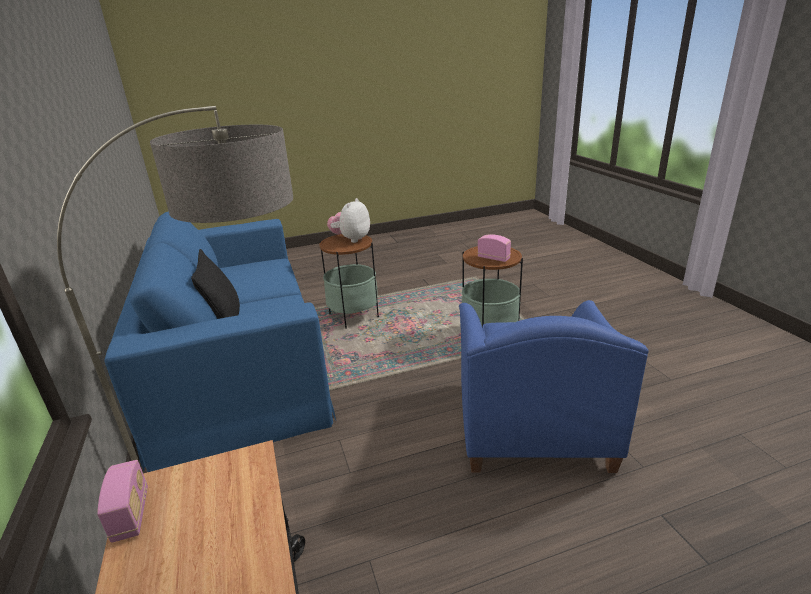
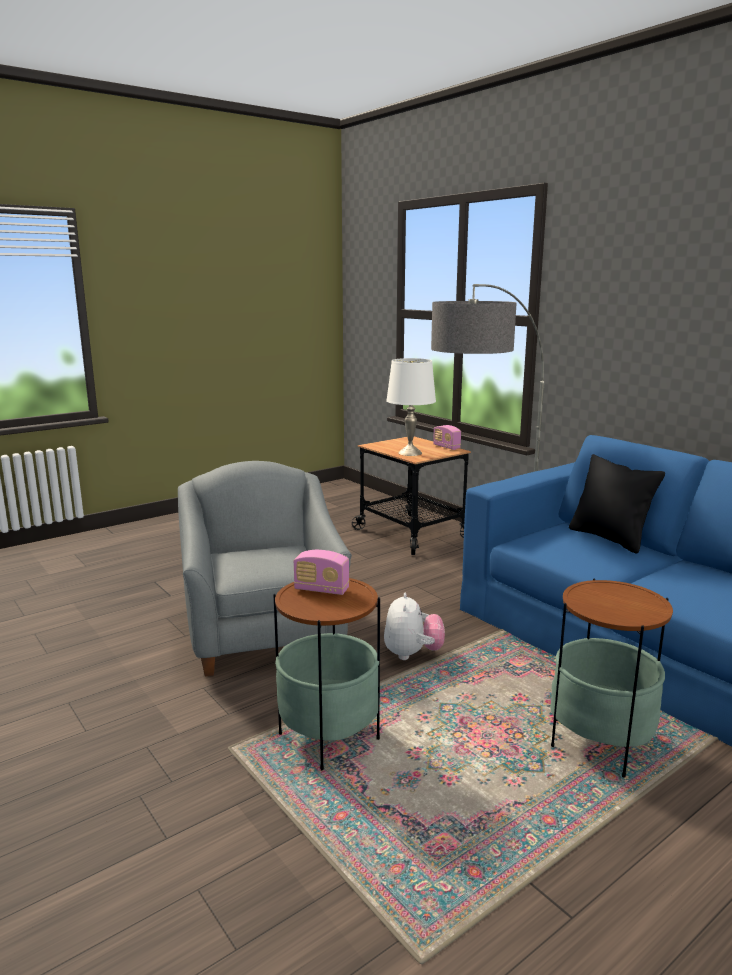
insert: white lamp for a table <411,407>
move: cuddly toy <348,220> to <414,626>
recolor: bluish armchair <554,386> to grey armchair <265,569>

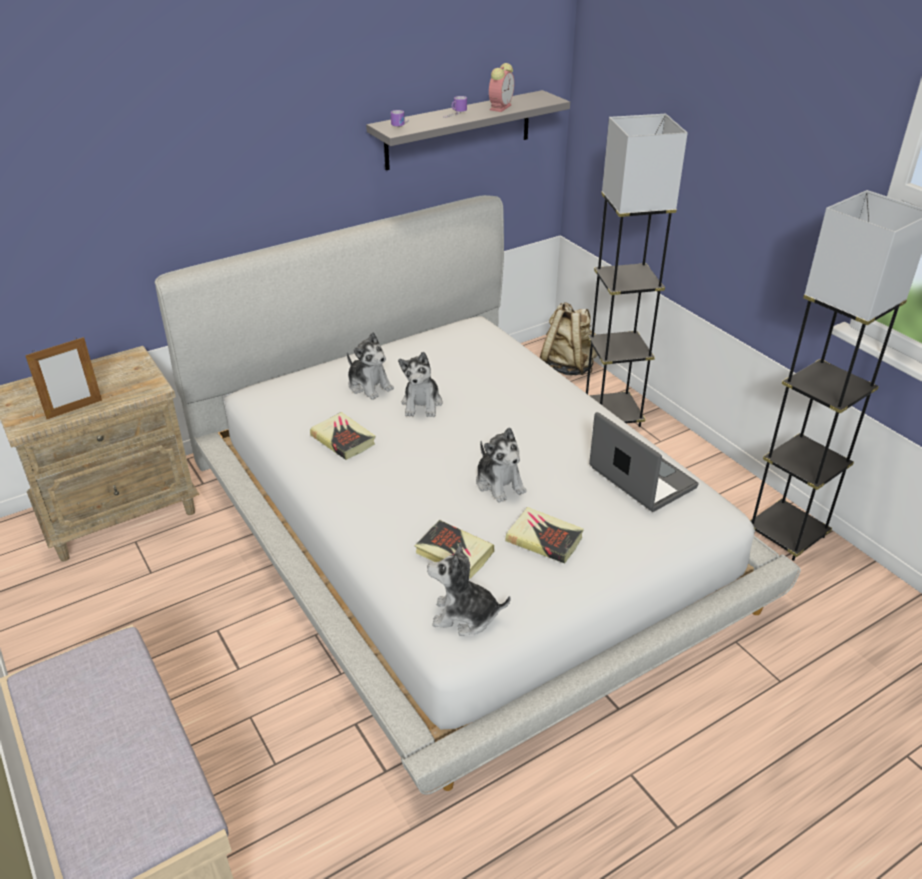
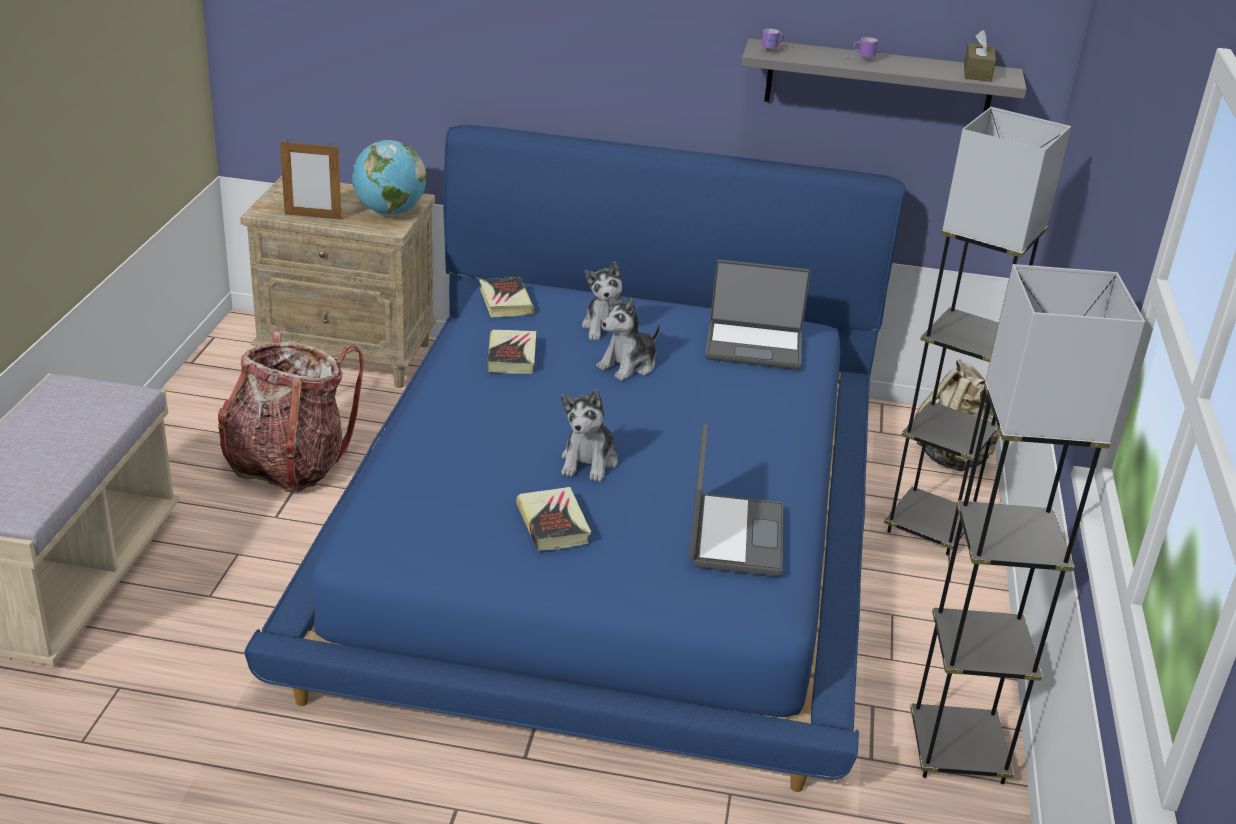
delete: cuddly toy <469,589>; bedside clock <501,87>
insert: knapsack <291,411>; world globe <389,177>; laptop <758,315>; brown tissue box <980,56>
move: bound book <454,549> to <506,297>
recolor: white bed <478,495> to bluish bed <575,458>

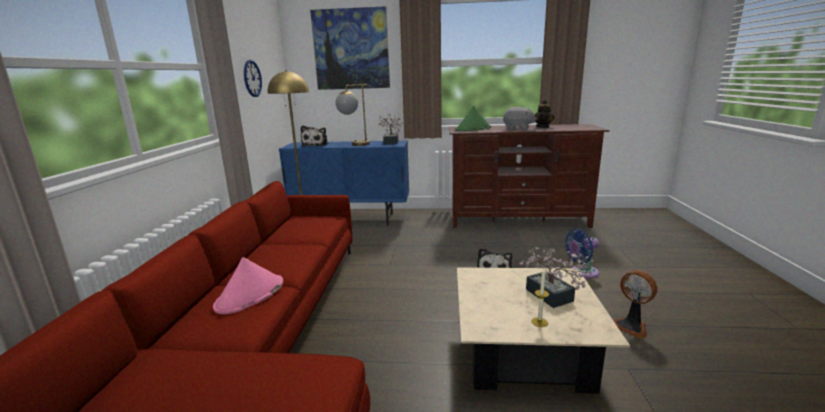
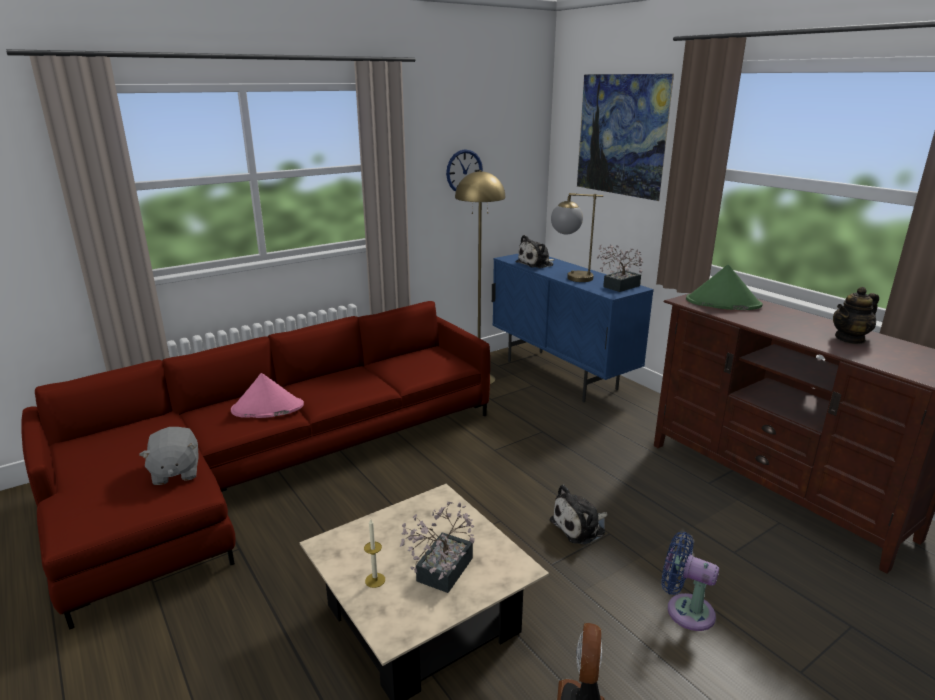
move: grey cuddly toy <520,118> to <169,456>

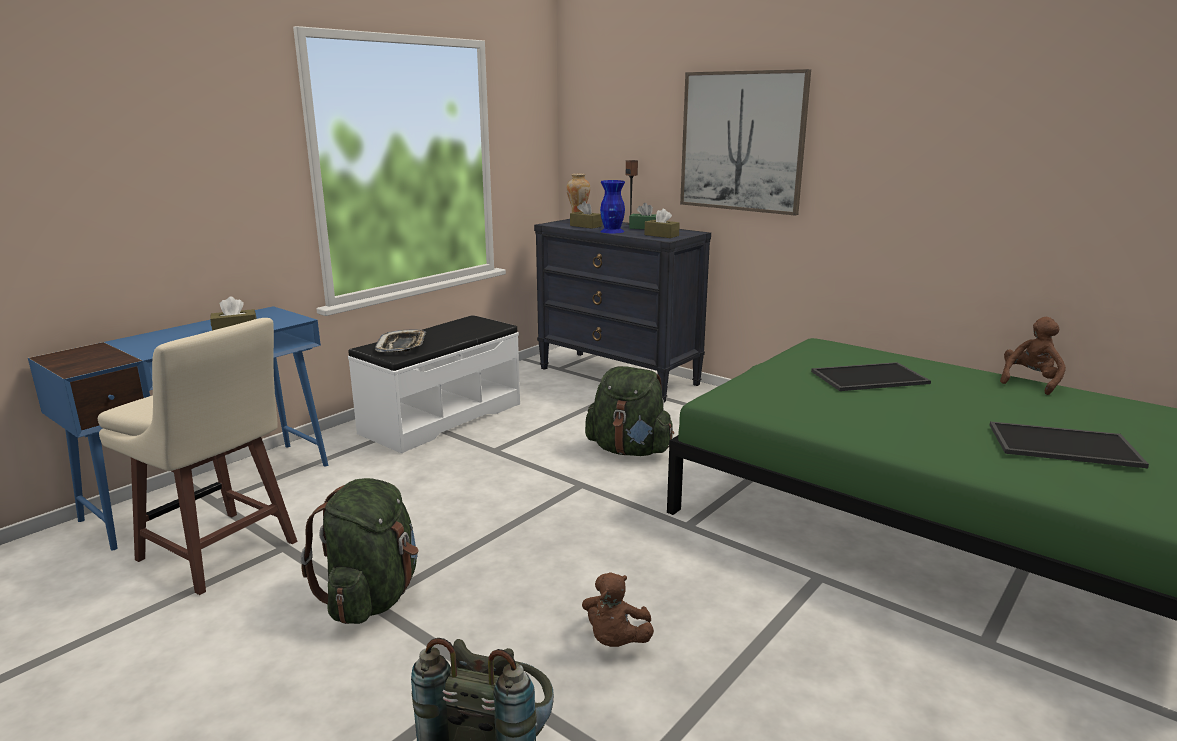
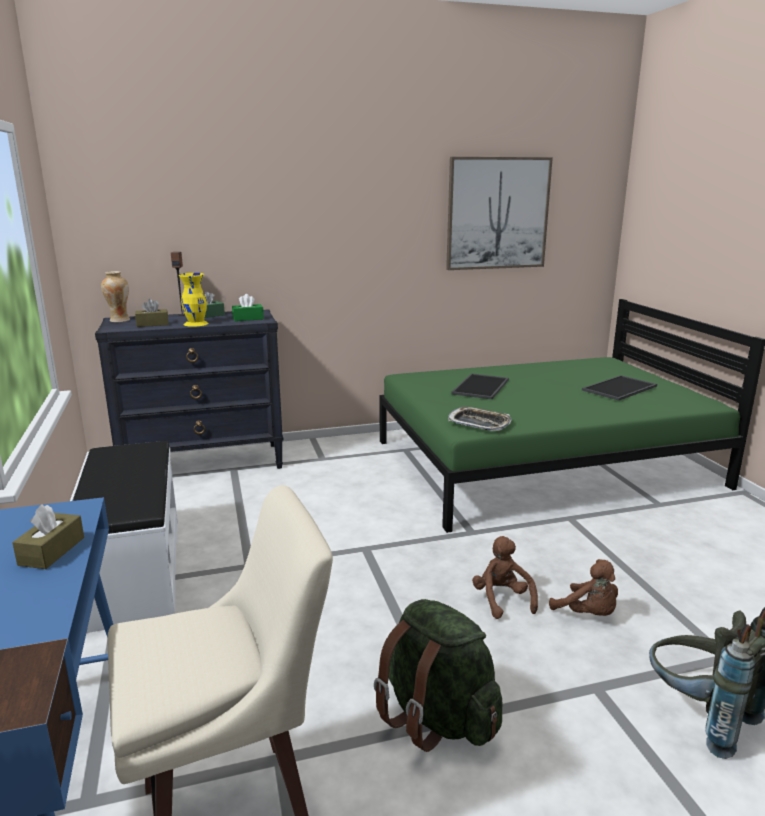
delete: green-coloured knapsack <629,411>
move: picture <745,142> to <499,213>; serving tray <400,341> to <480,419>; brown cuddly toy <1033,356> to <505,577>
recolor: bluish decorative vase <612,206> to yellowish decorative vase <194,300>; brown tissue box <662,223> to green-coloured tissue box <248,307>

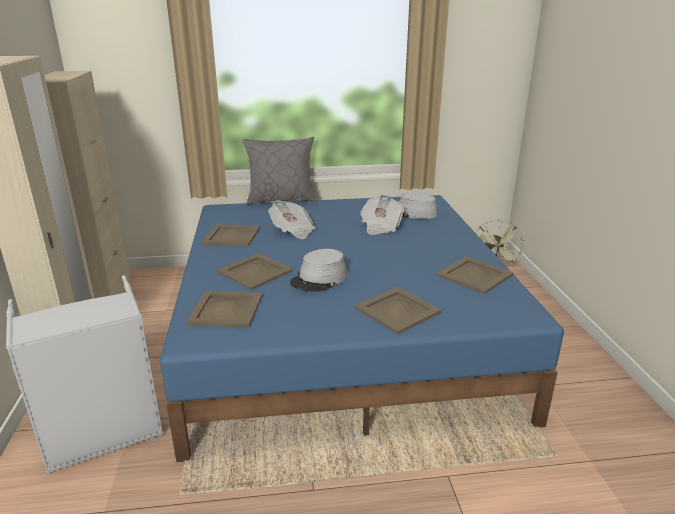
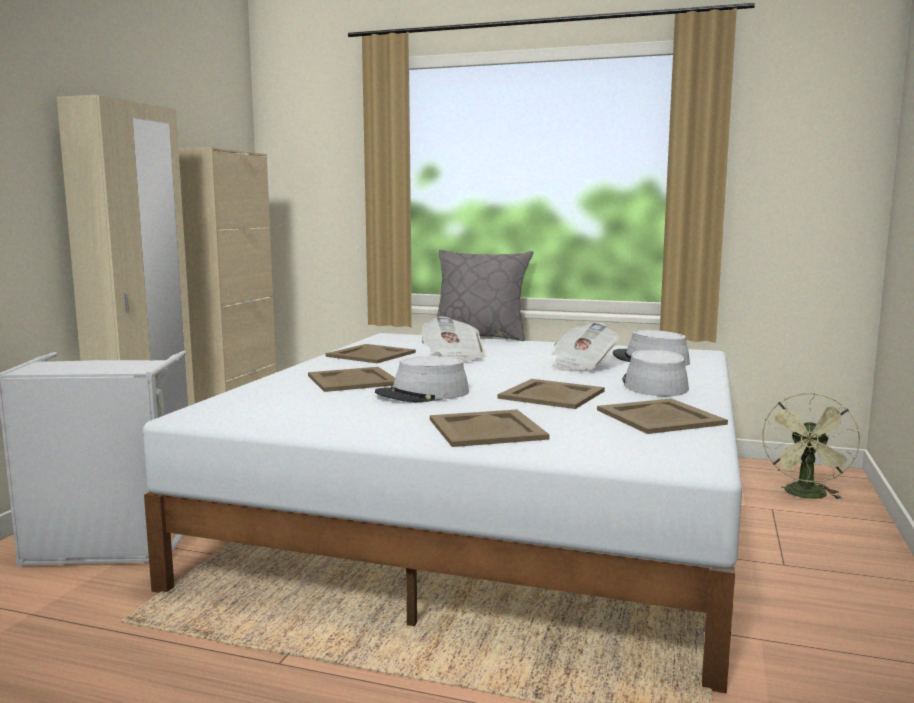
insert: grey clothing hat <655,373>
move: beige-coloured serving tray <224,309> to <551,394>
recolor: bluish bed <362,328> to white bed <442,513>

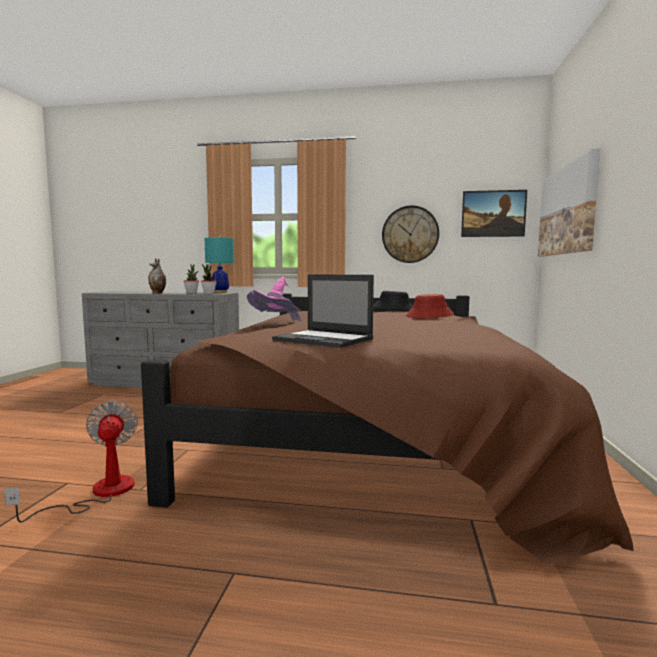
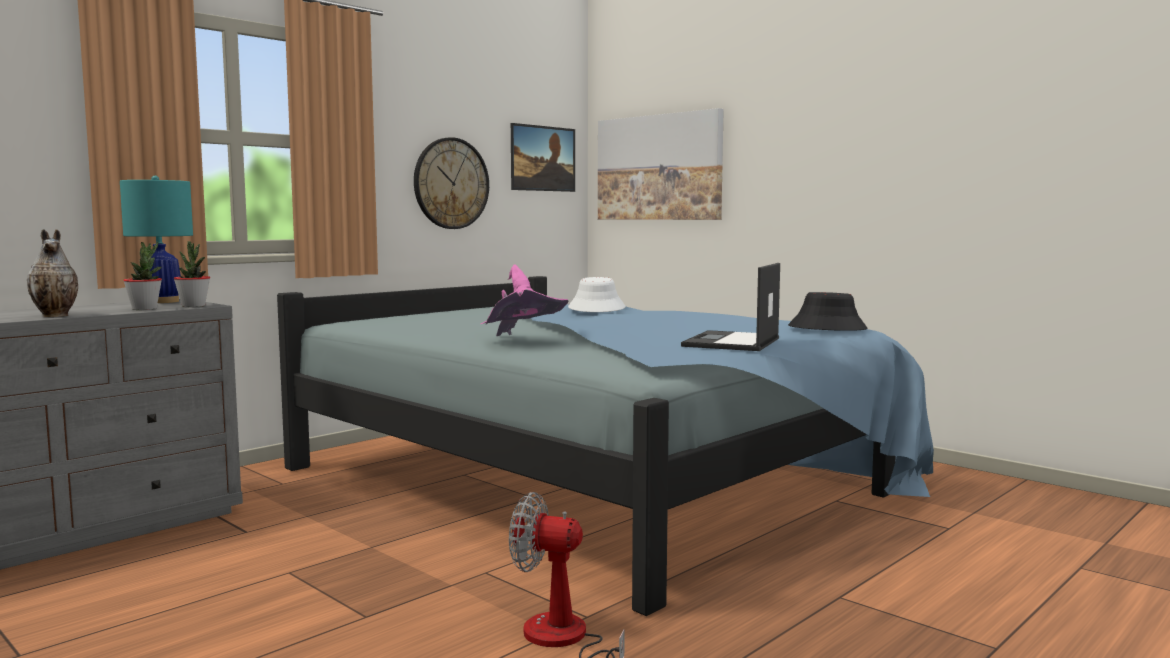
move: black clothing hat <393,301> to <828,311>
recolor: brown bed <387,429> to bluish bed <605,446>; red clothing hat <430,306> to white clothing hat <597,294>
rotate: laptop <323,311> = <730,307> 135 degrees clockwise

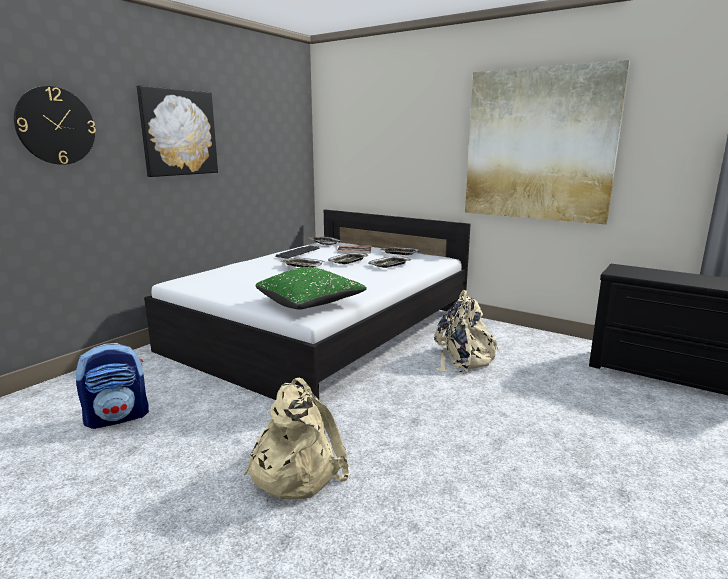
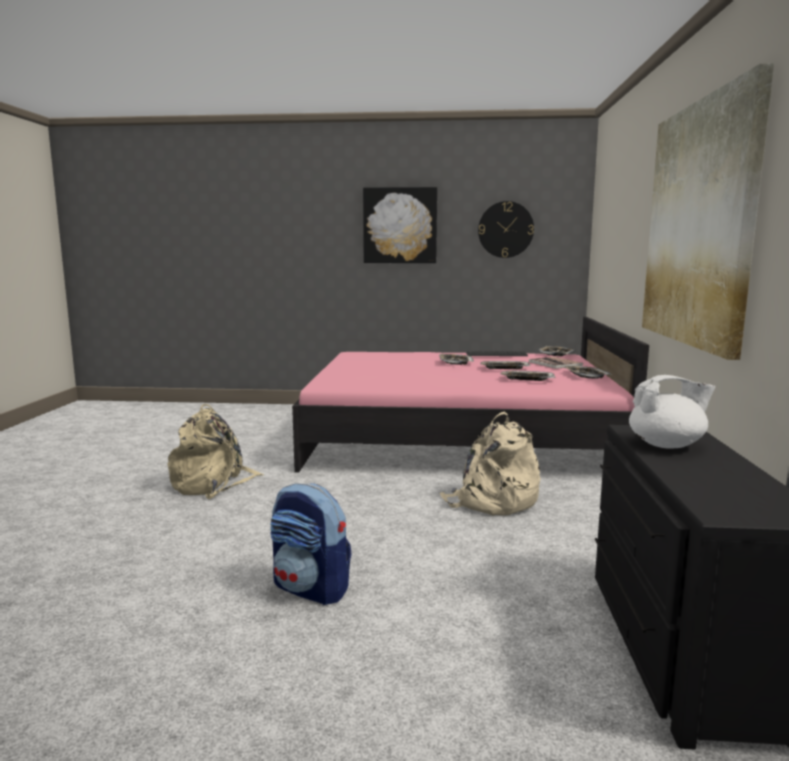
delete: green-coloured cushion <311,288>
insert: white teapot <672,412>
move: knapsack <112,386> to <311,544>; wall clock <55,125> to <506,229>
recolor: white bed <307,307> to pink-coloured bed <470,395>

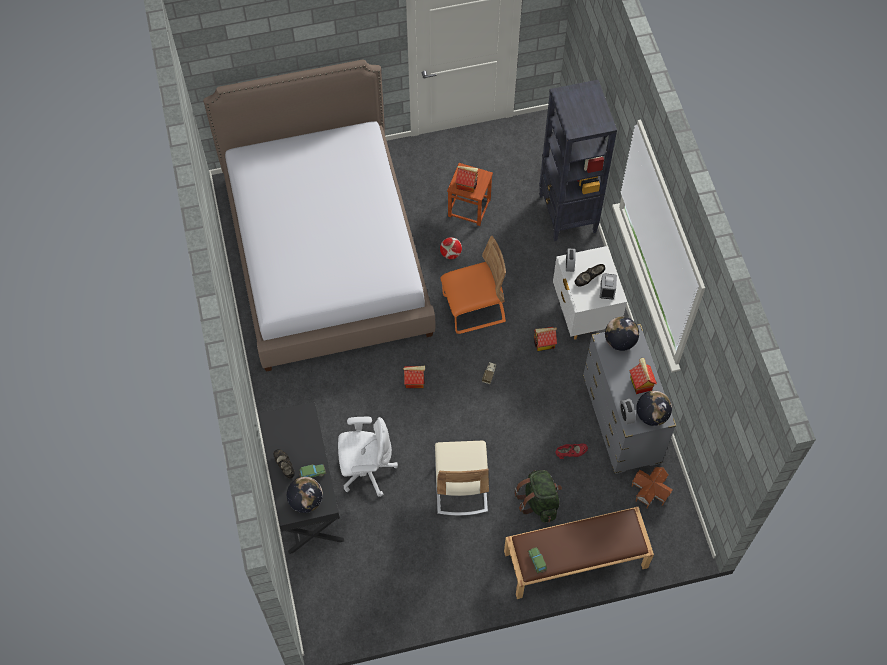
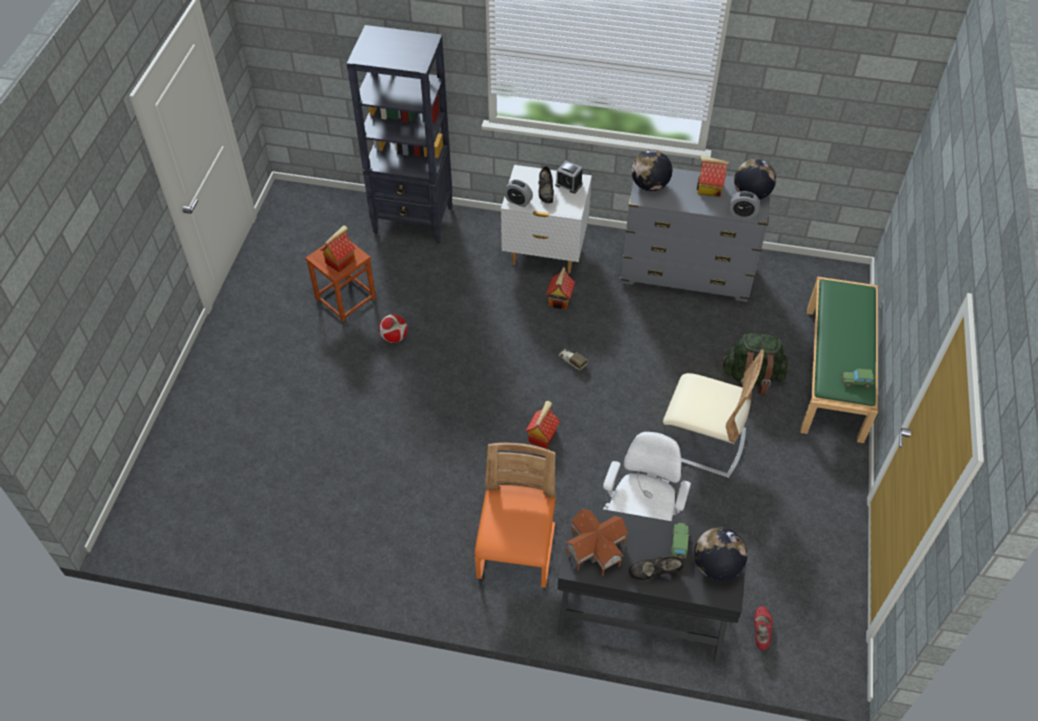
delete: bed <319,215>
move: orange chair <473,285> to <515,515>; miniature house <652,487> to <597,542>; red low shoe <571,451> to <763,628>
recolor: brown long seat <579,553> to green-coloured long seat <839,360>

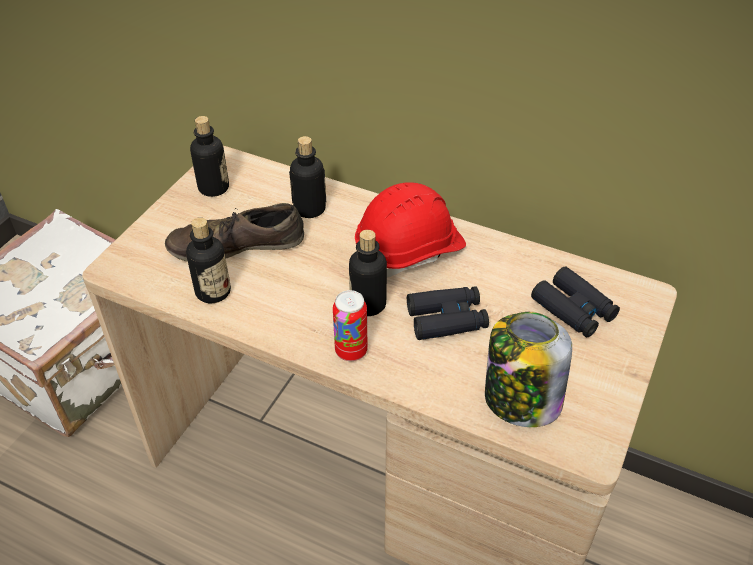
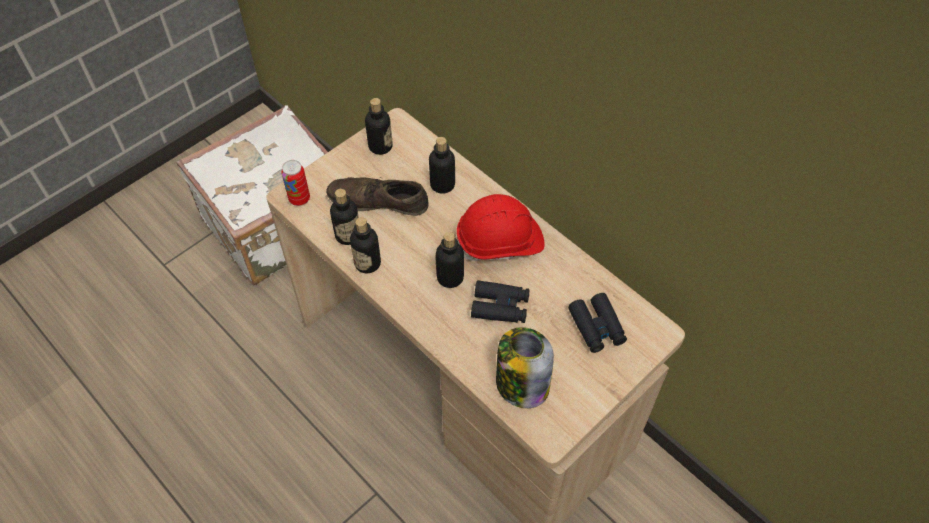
insert: bottle <365,245>
move: sealed can <350,325> to <295,183>

